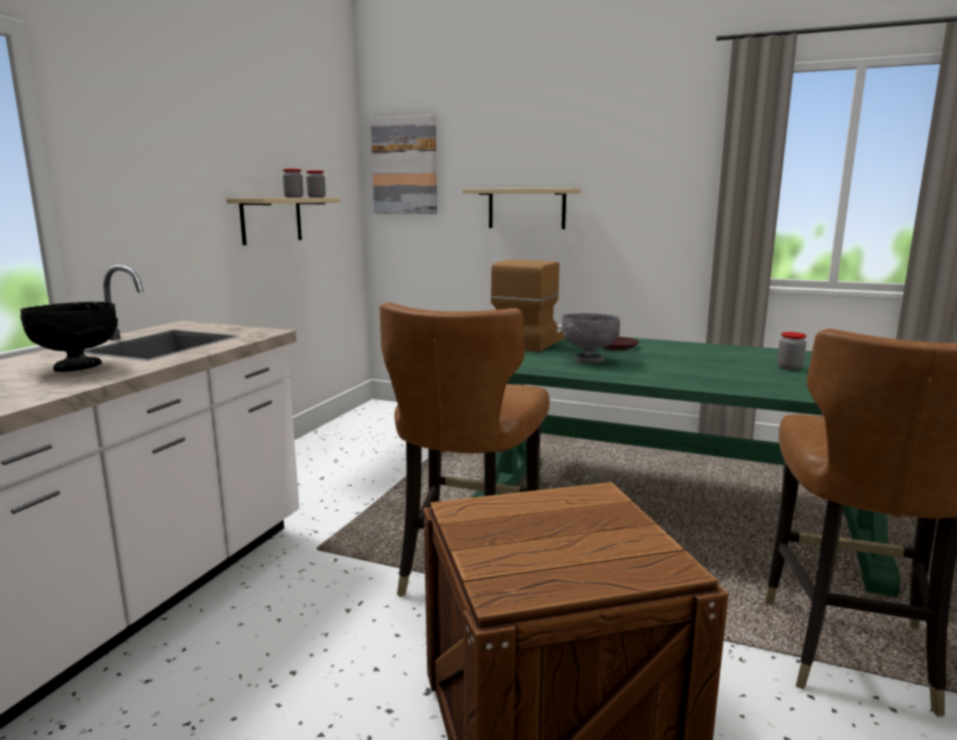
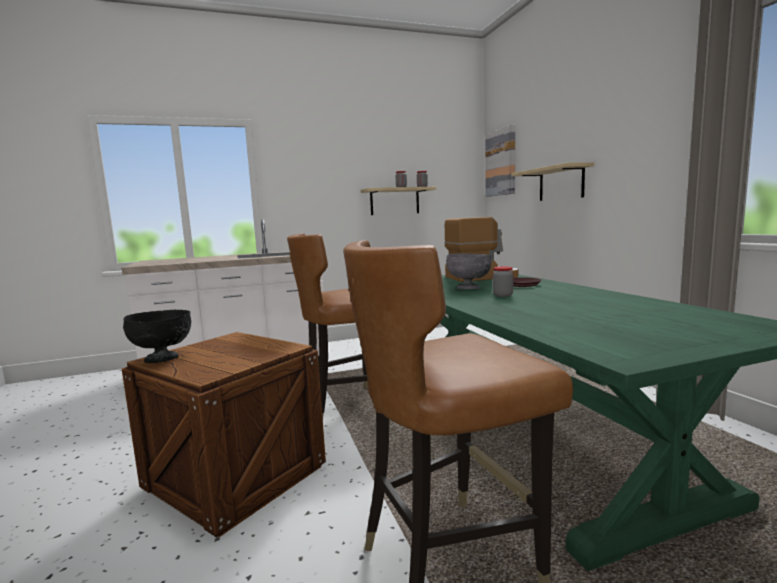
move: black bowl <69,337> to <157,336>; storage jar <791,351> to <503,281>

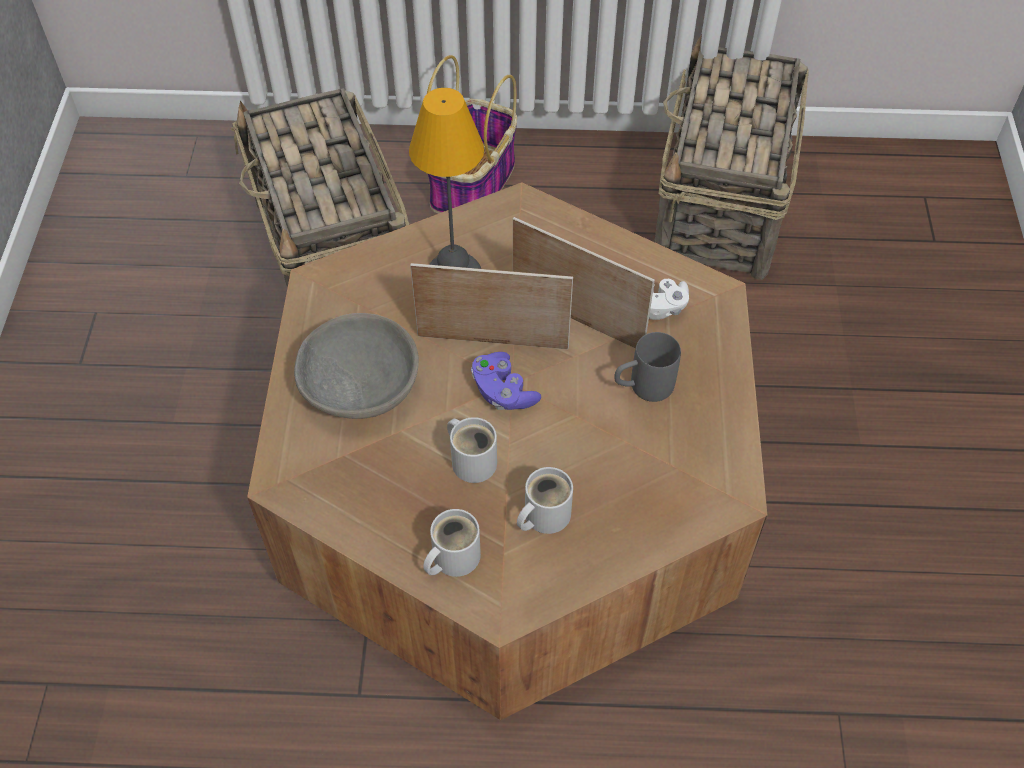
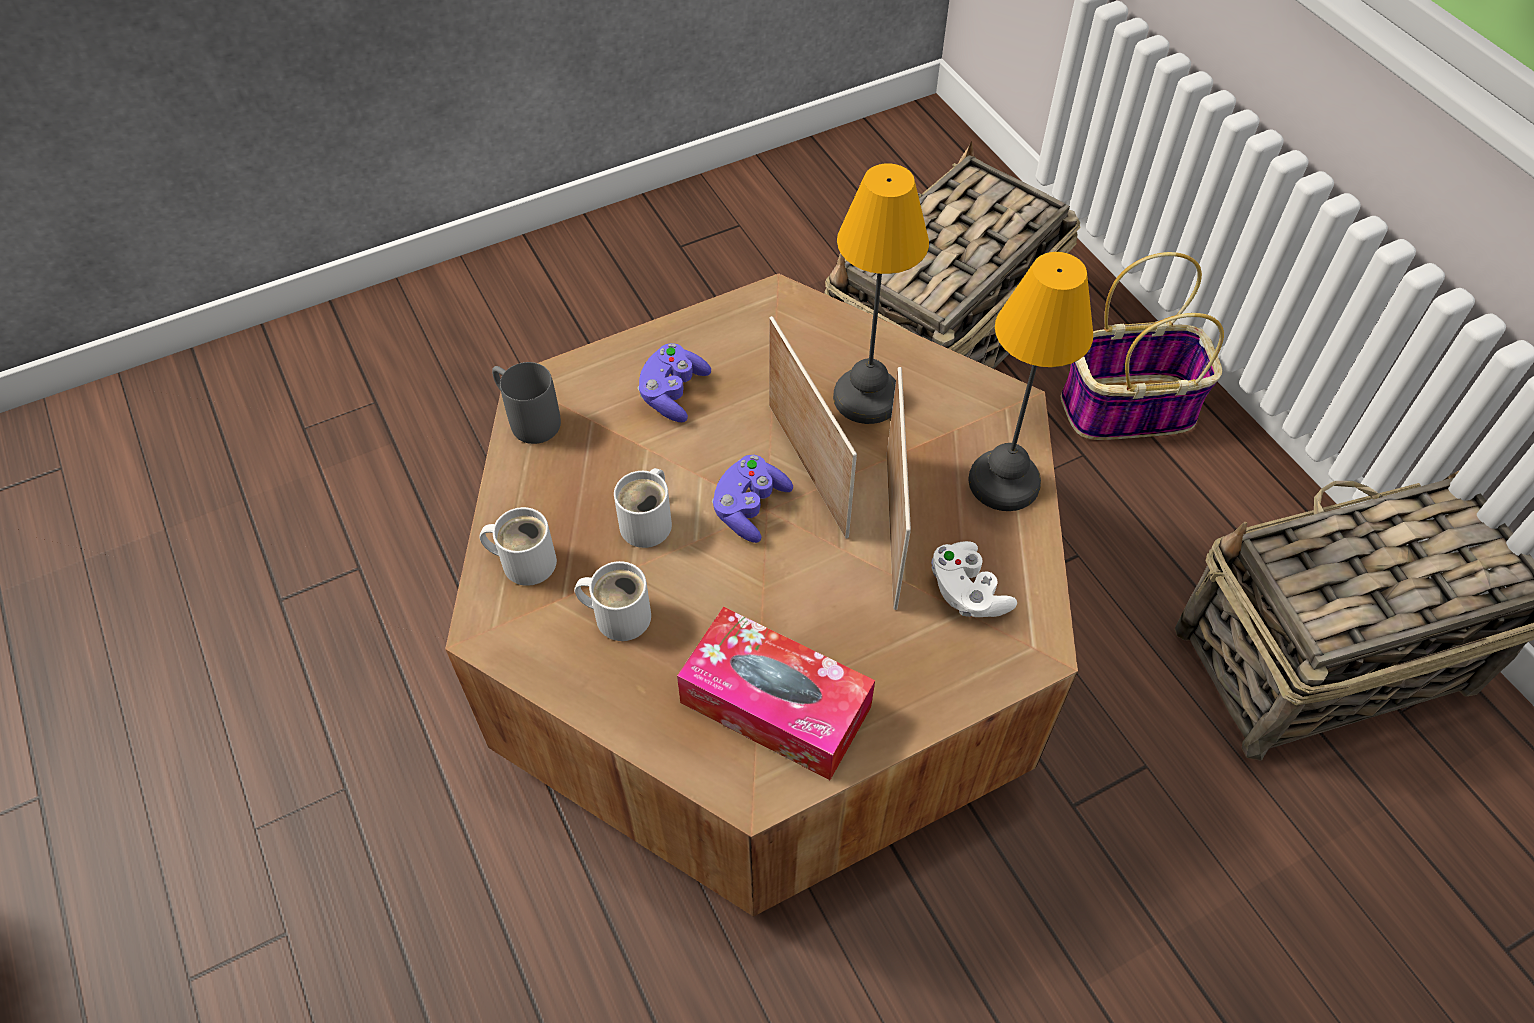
insert: tissue box <776,693>; lamp for a table <1030,381>
move: grey mug <647,367> to <526,403>
replace: grey bowl <356,366> to purple-coloured game controller <674,382>

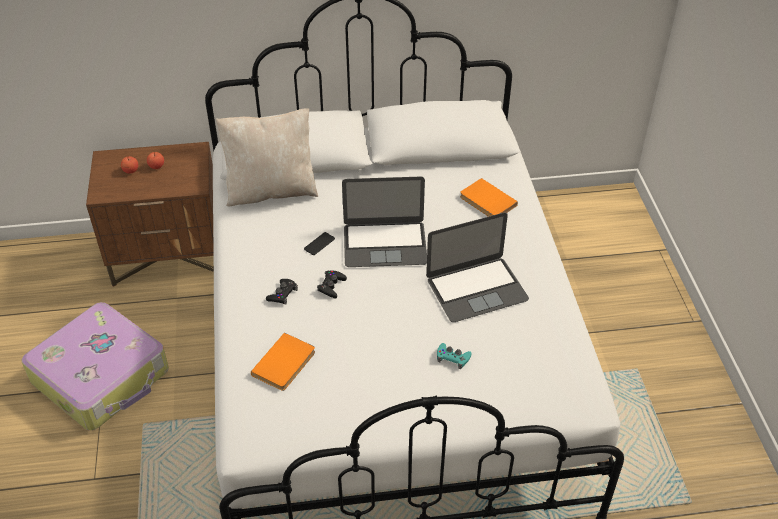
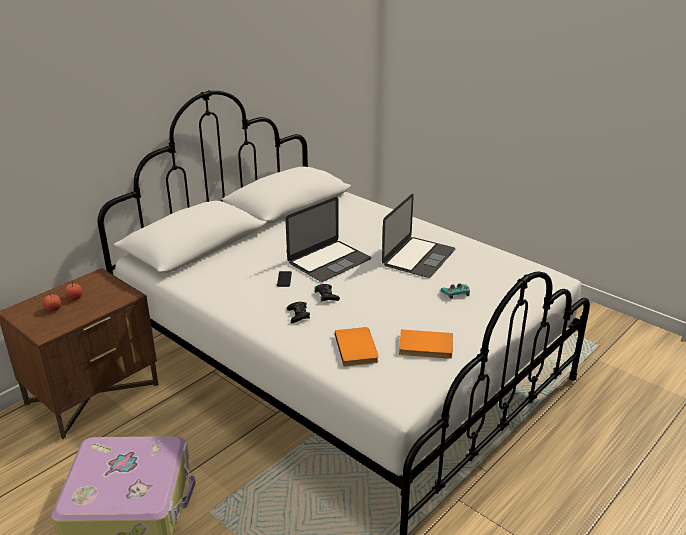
delete: beige-coloured cushion <267,157>
move: orange bound book <489,197> to <426,344>

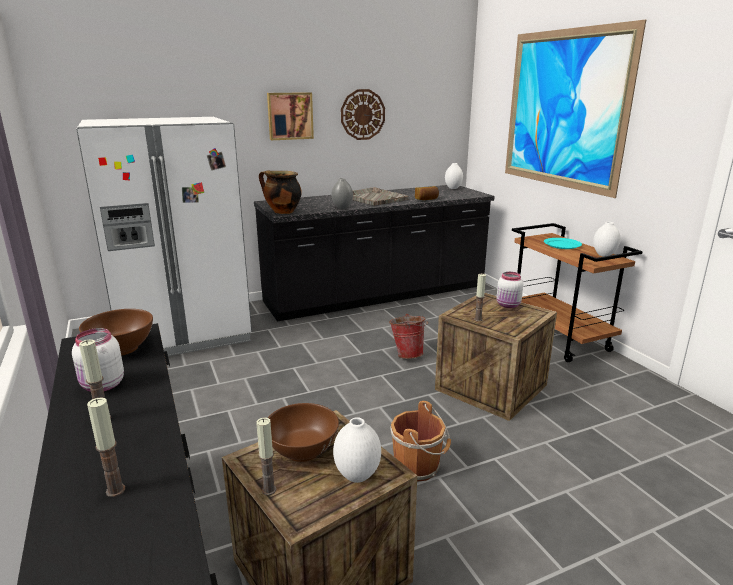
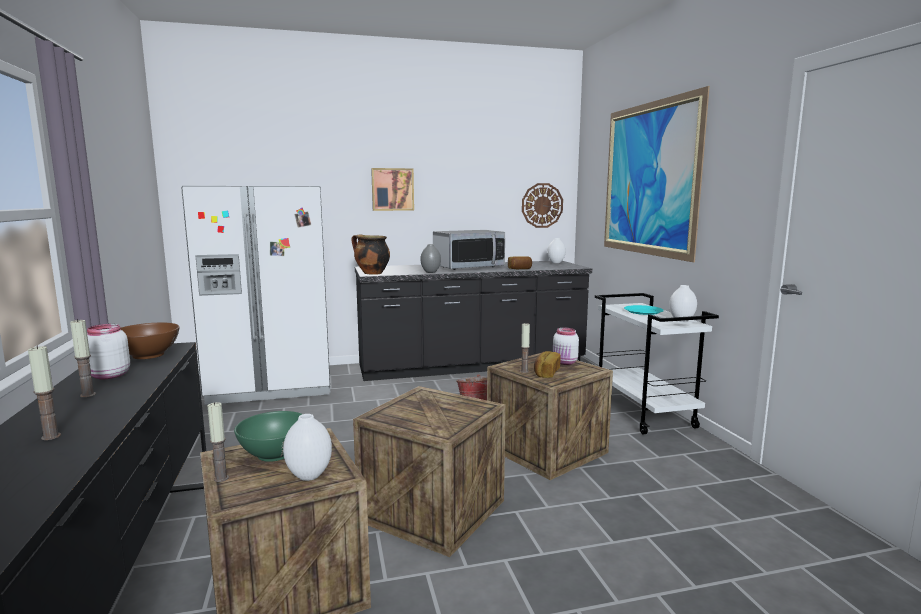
insert: baked bread <547,364>
move: wall clock <363,114> to <542,205>
replace: brown pail <420,441> to packing crate <429,471>; grey serving tray <380,196> to kitchen microwave <469,250>
recolor: brown bowl <303,432> to green-coloured bowl <268,436>; brown trolley <577,292> to white trolley <657,363>

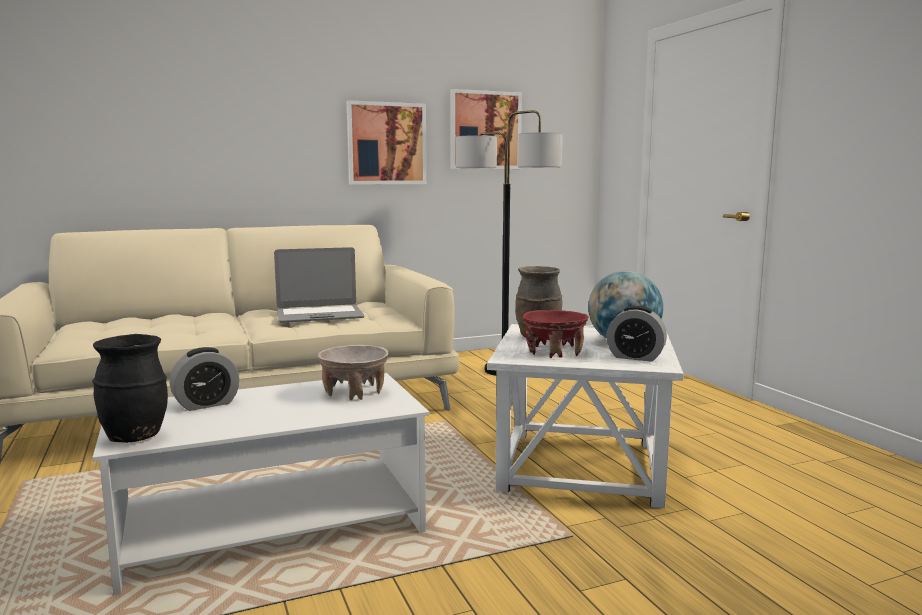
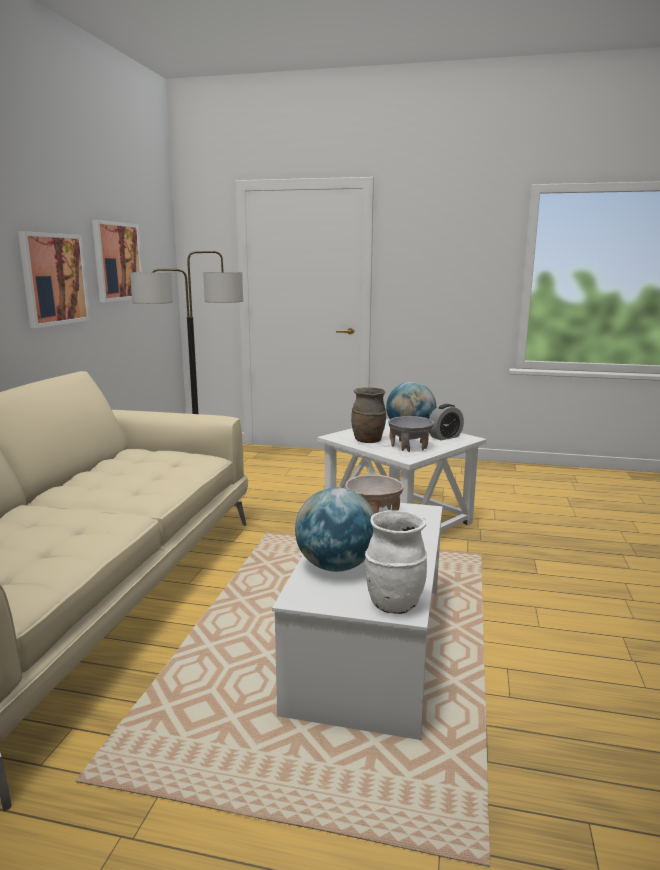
delete: laptop <319,284>
replace: bedside clock <204,379> to world globe <335,530>
recolor: black decorative vase <130,388> to white decorative vase <396,562>; red bowl <555,334> to grey bowl <411,434>

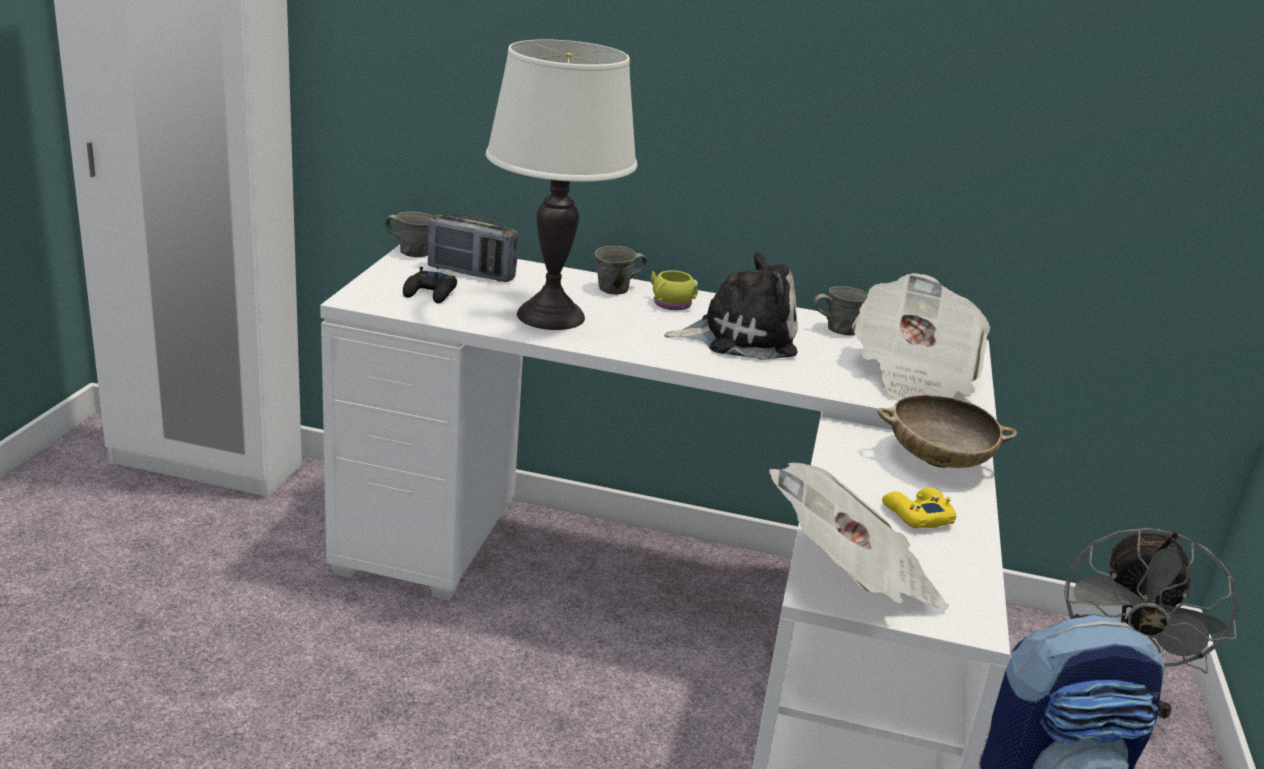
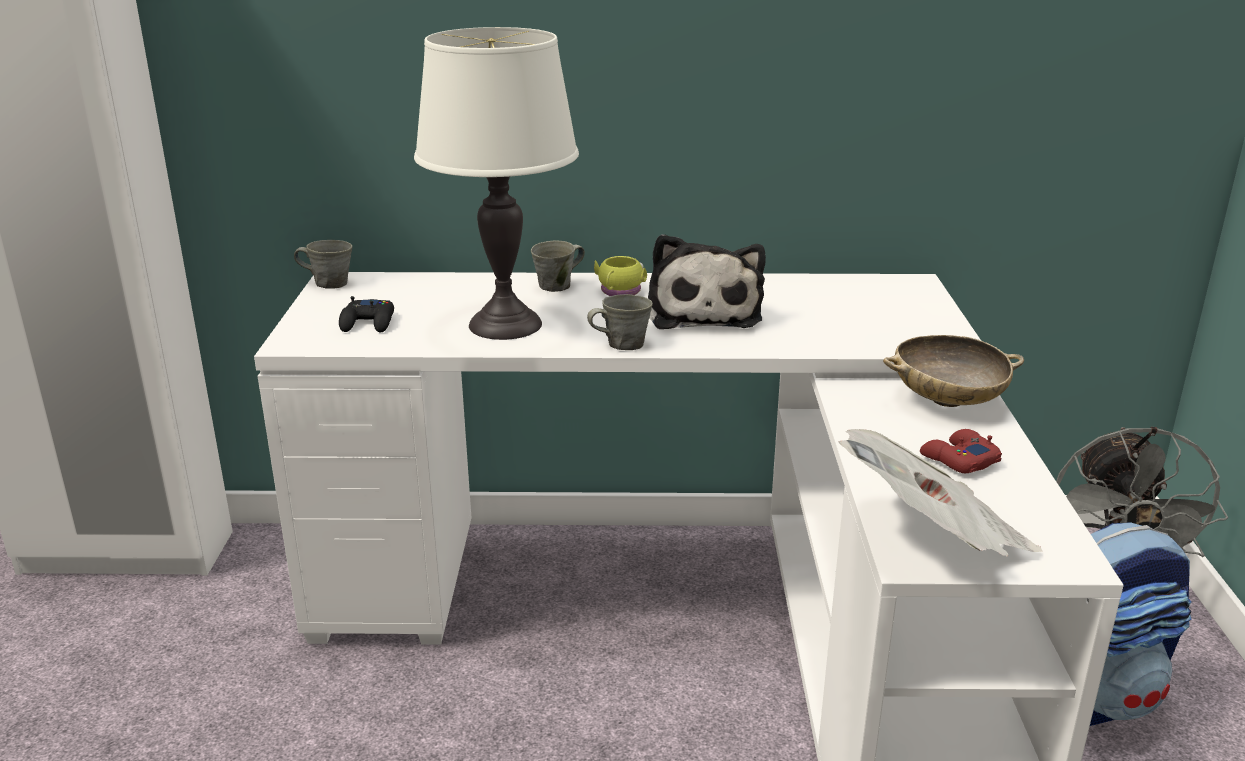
delete: radio set <473,248>; newspaper <921,337>
move: grey mug <841,310> to <620,322>
recolor: yellowish game controller <919,507> to red game controller <961,451>
rotate: cuddly toy <731,306> = <707,281> 105 degrees clockwise

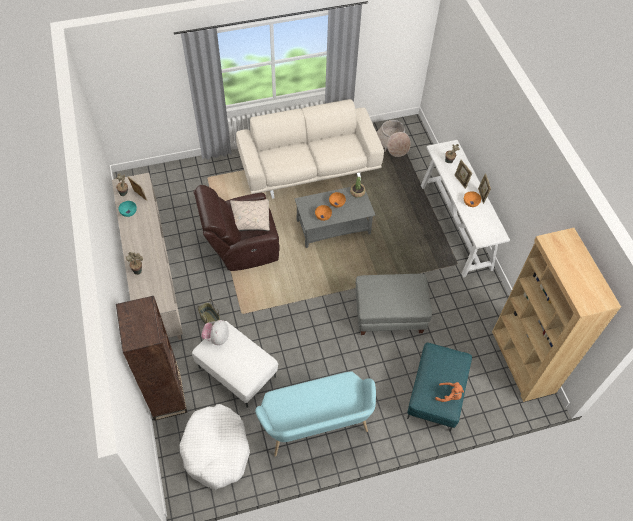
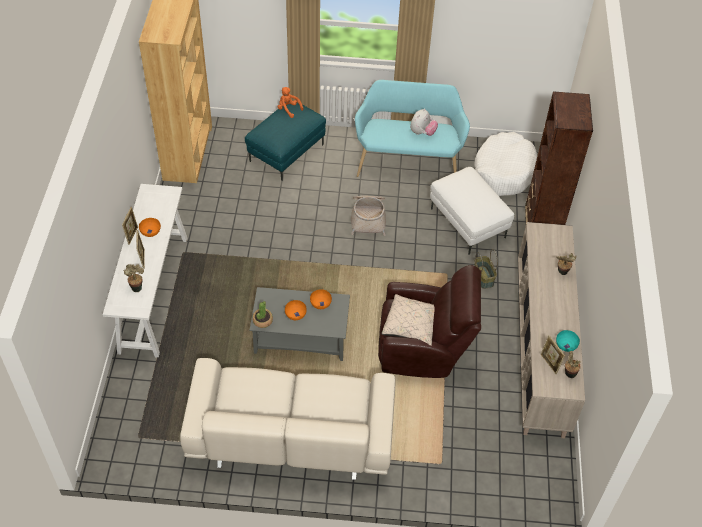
delete: grey ottoman <393,304>
move: basket <394,138> to <368,216>; cuddly toy <215,332> to <424,122>

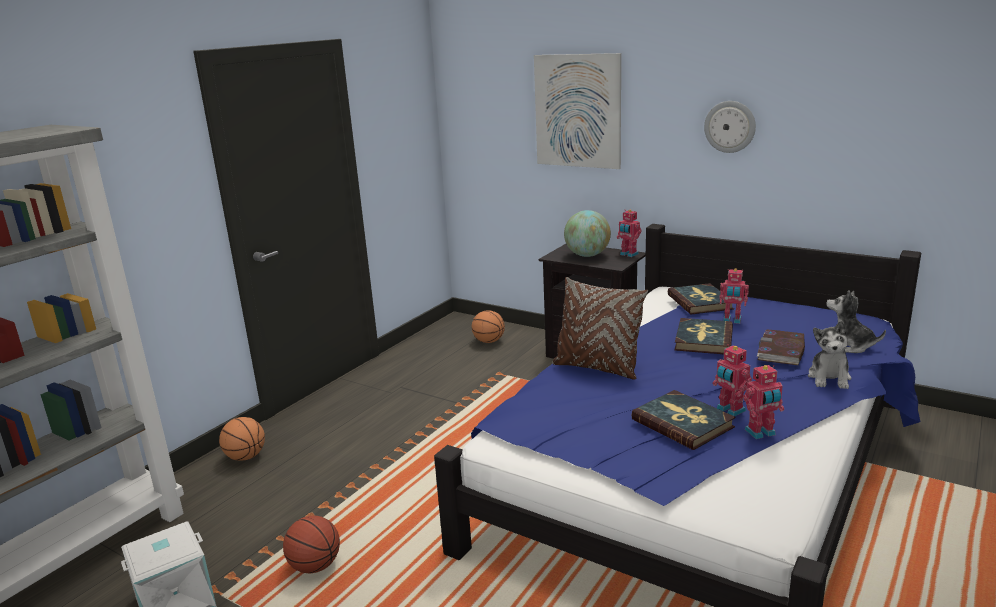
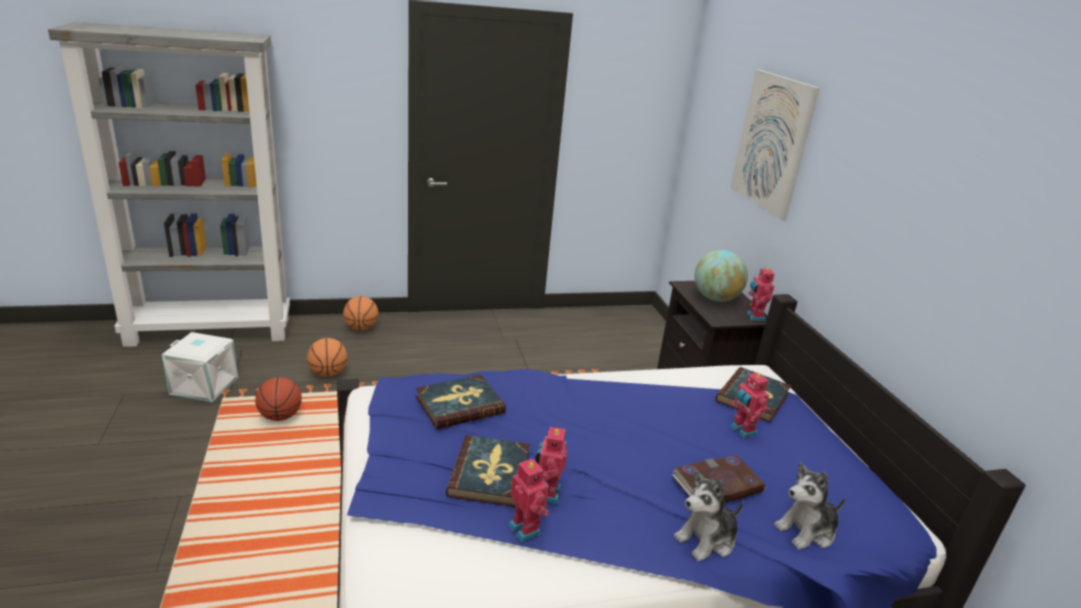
delete: brown cushion <600,328>; wall clock <730,127>
move: basketball <488,326> to <327,357>; bound book <704,336> to <461,402>
rotate: robot figure <763,402> = <529,499> 150 degrees counterclockwise; cuddly toy <856,321> = <810,506> 105 degrees counterclockwise

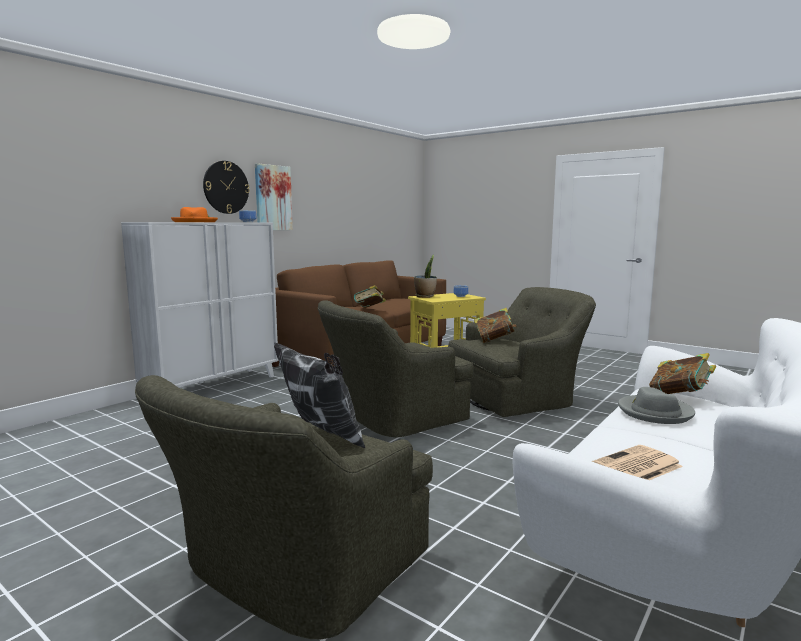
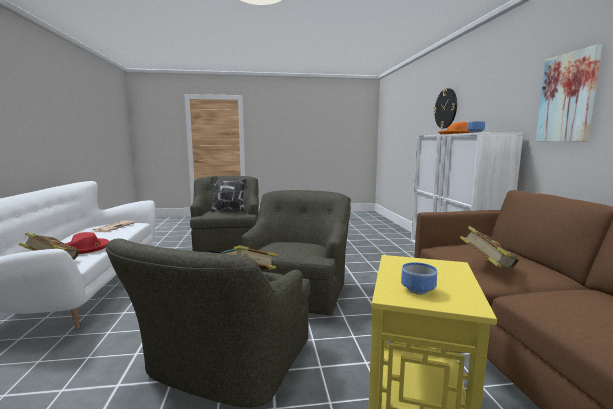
delete: plant in a pot <425,276>
move: wall clock <226,187> to <445,108>
recolor: grey clothing hat <656,405> to red clothing hat <87,243>

